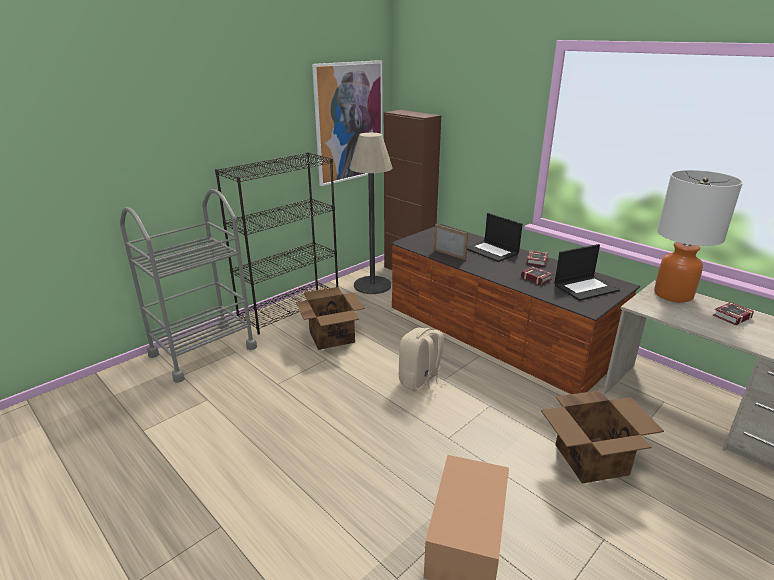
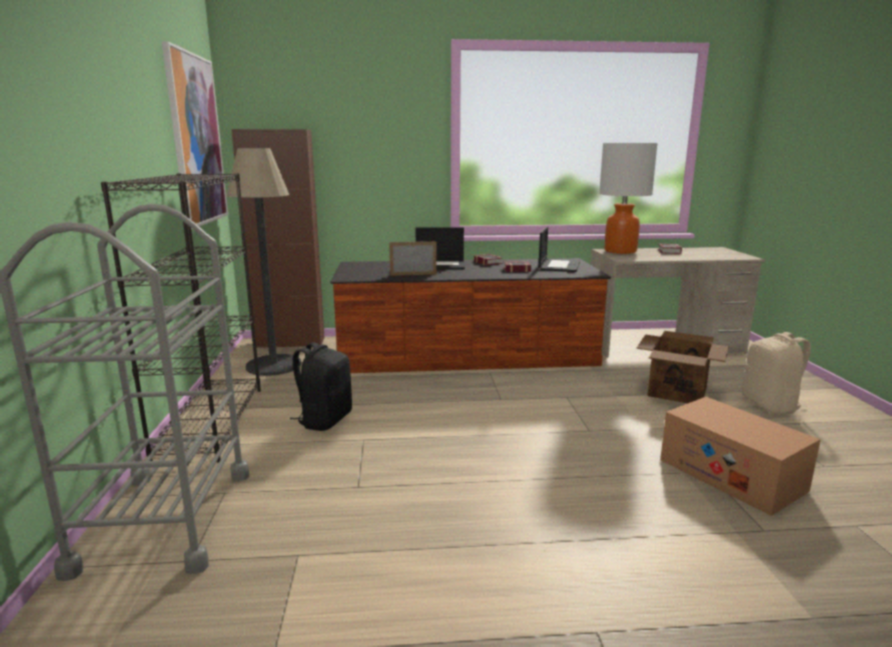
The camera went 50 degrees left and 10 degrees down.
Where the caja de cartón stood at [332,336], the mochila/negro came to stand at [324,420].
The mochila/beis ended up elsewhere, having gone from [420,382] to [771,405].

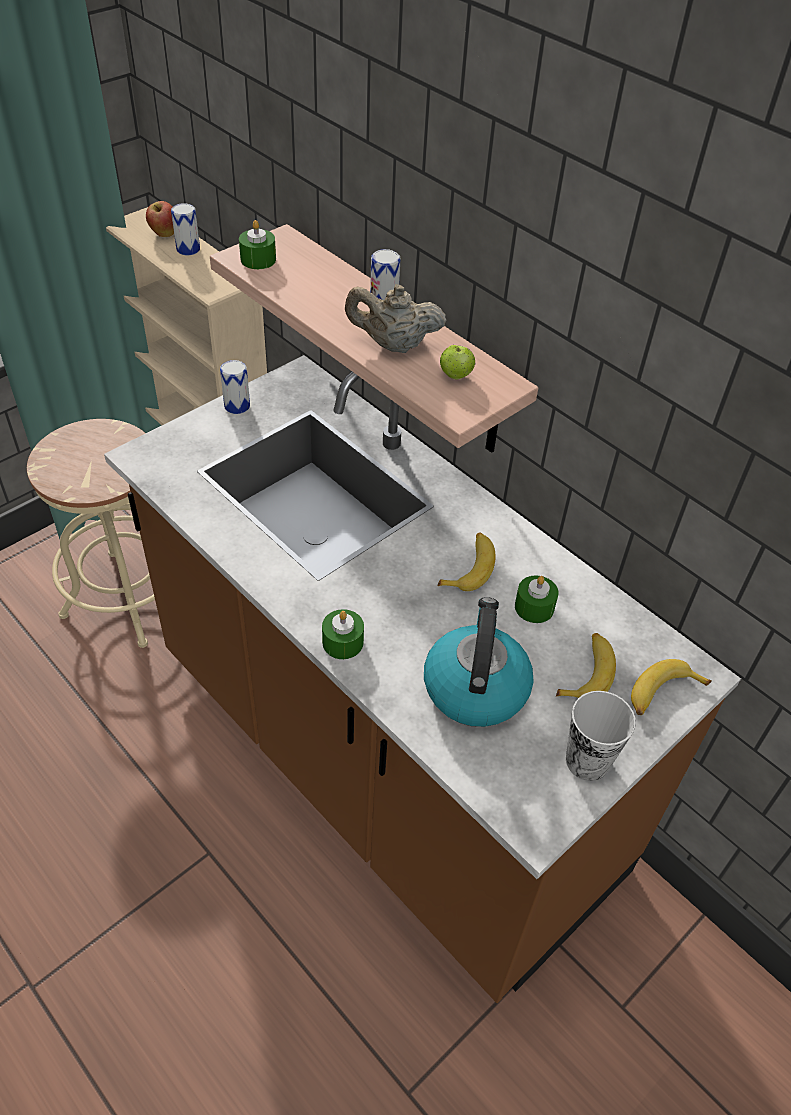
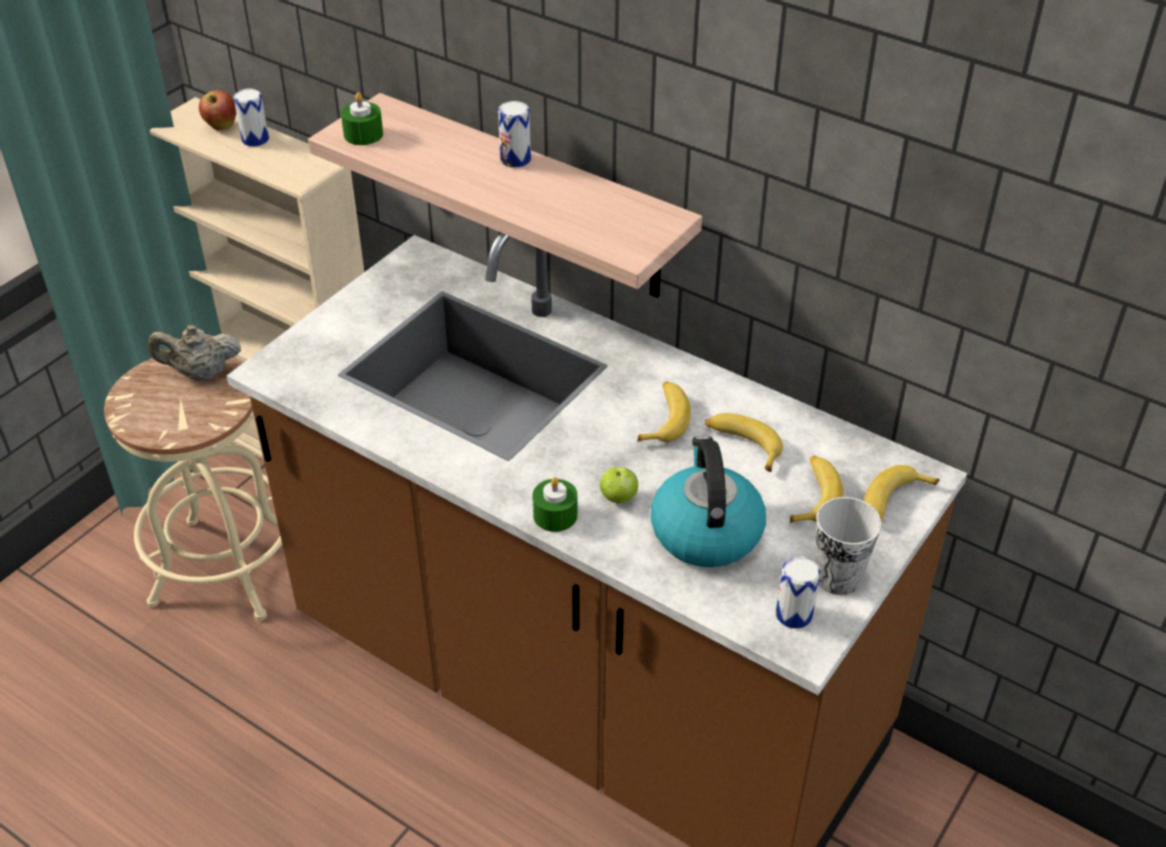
The camera went 10 degrees left and 5 degrees down.
The tetera/beis ended up elsewhere, having gone from [393,345] to [201,373].
The manzana ended up elsewhere, having gone from [456,376] to [618,498].
Where the vela/verde stood at [534,607], the plátano came to stand at [742,445].
The lata ended up elsewhere, having gone from [237,406] to [794,614].

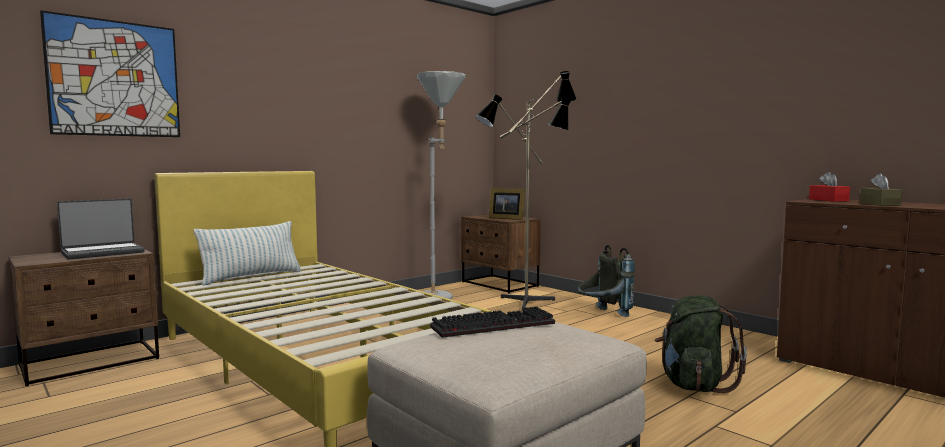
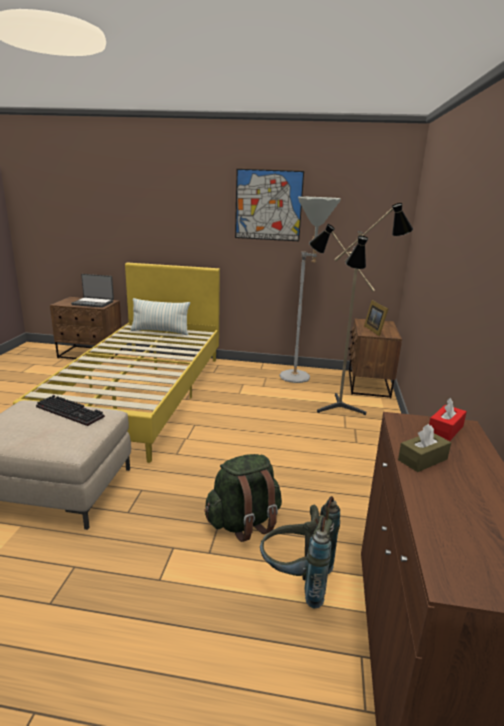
The camera went 50 degrees right and 15 degrees up.
The cuadro ended up elsewhere, having gone from [115,78] to [268,205].
The mochila/gris ended up elsewhere, having gone from [602,315] to [296,580].

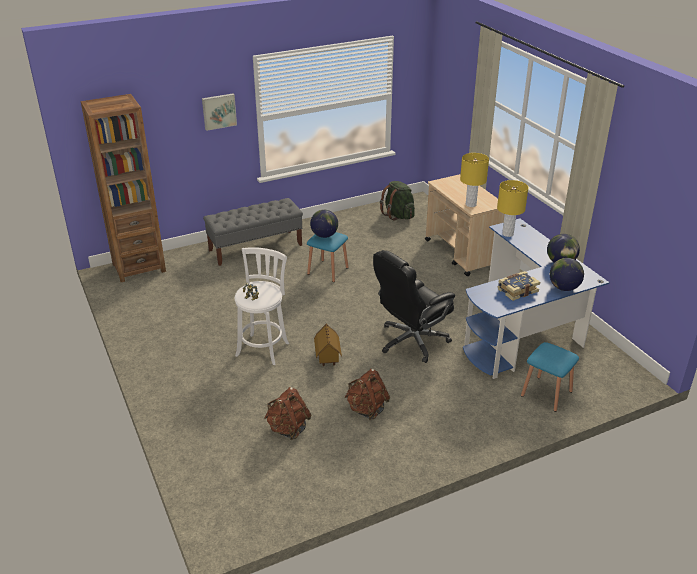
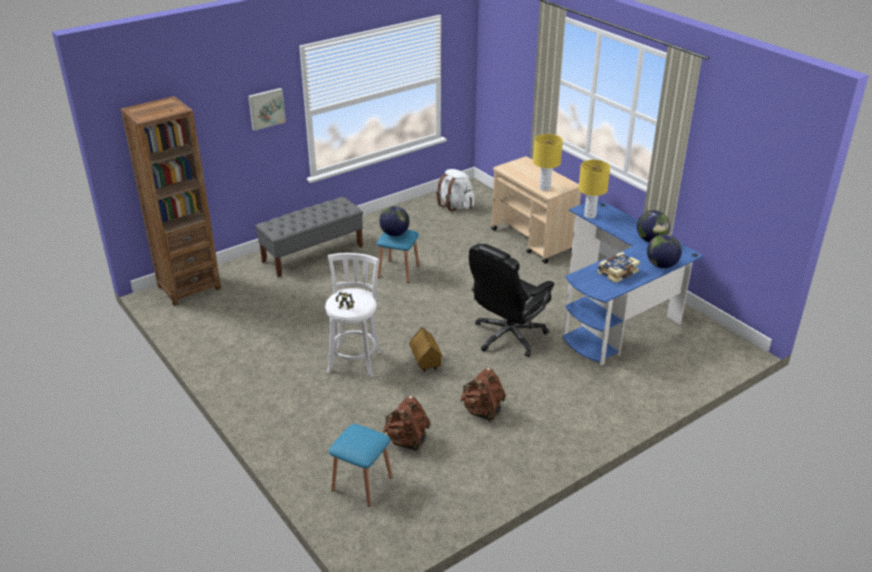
The camera went 10 degrees left and 0 degrees up.
The taburete/azul ended up elsewhere, having gone from [546,393] to [362,483].
What was the mochila/verde at [398,215] turned into the mochila/blanco at [455,206].

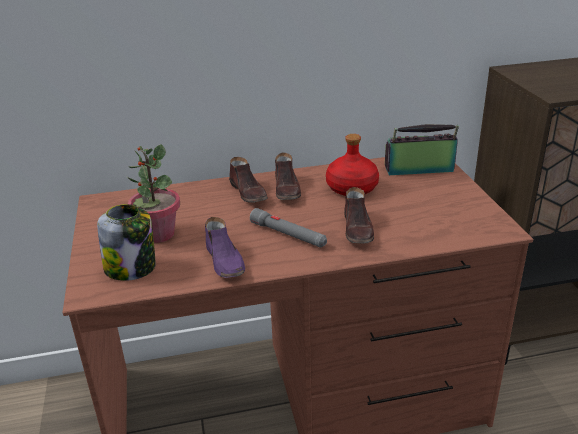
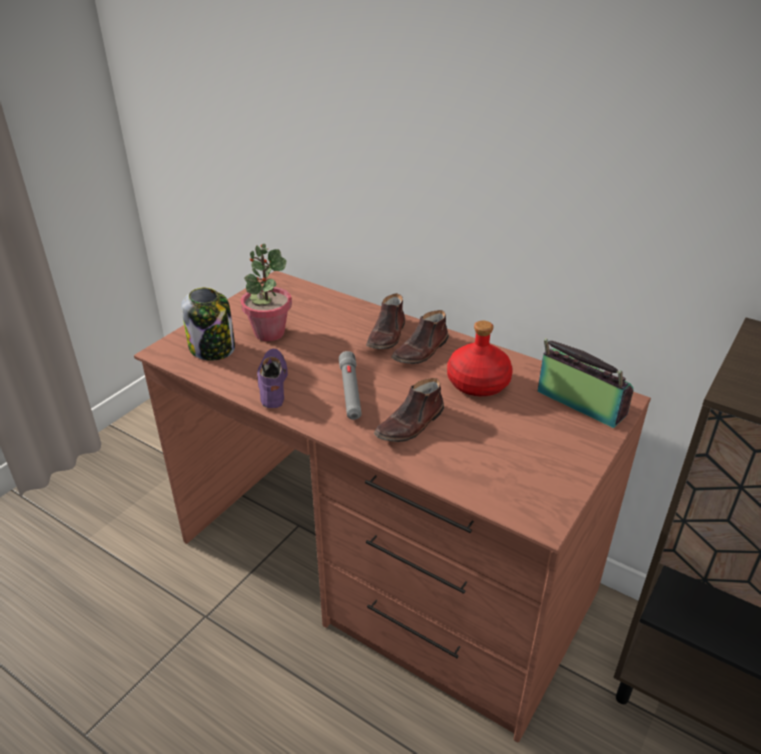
The camera went 45 degrees right and 5 degrees up.
The zapato/morado at [225,261] ended up facing another way, 150 degrees clockwise from before.

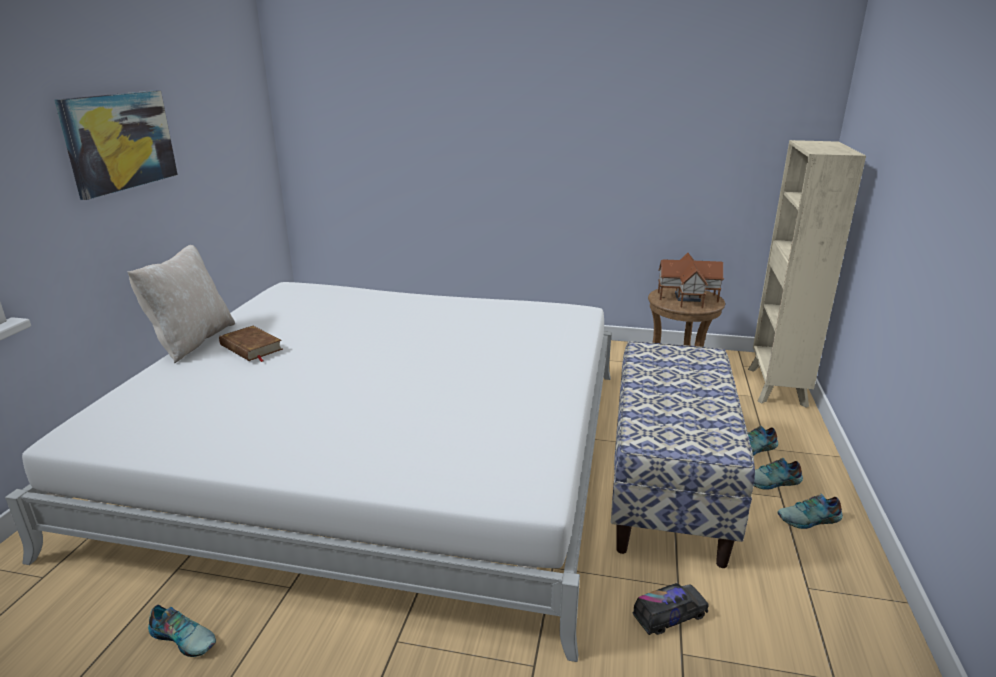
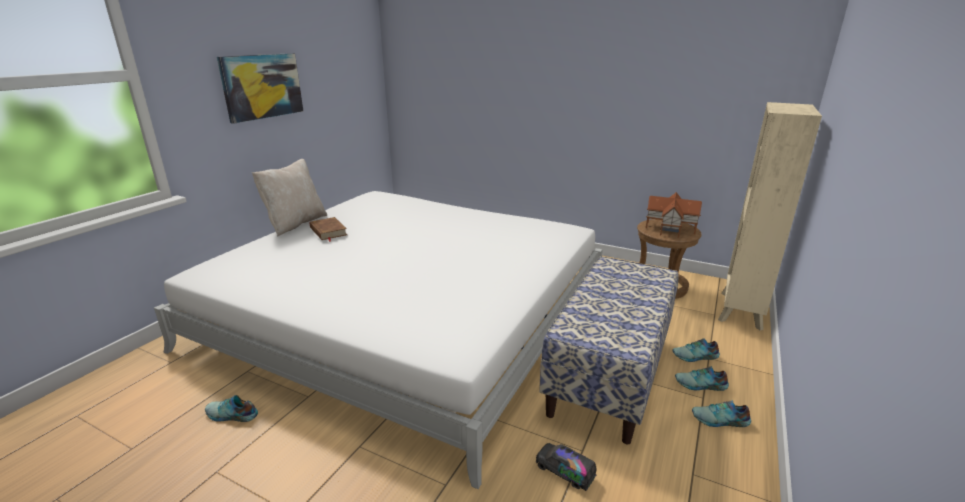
The camera went 15 degrees right and 0 degrees up.
The zapato at [184,637] ended up facing another way, 150 degrees clockwise from before.
The camión de juguete at [669,616] ended up facing another way, 135 degrees counterclockwise from before.

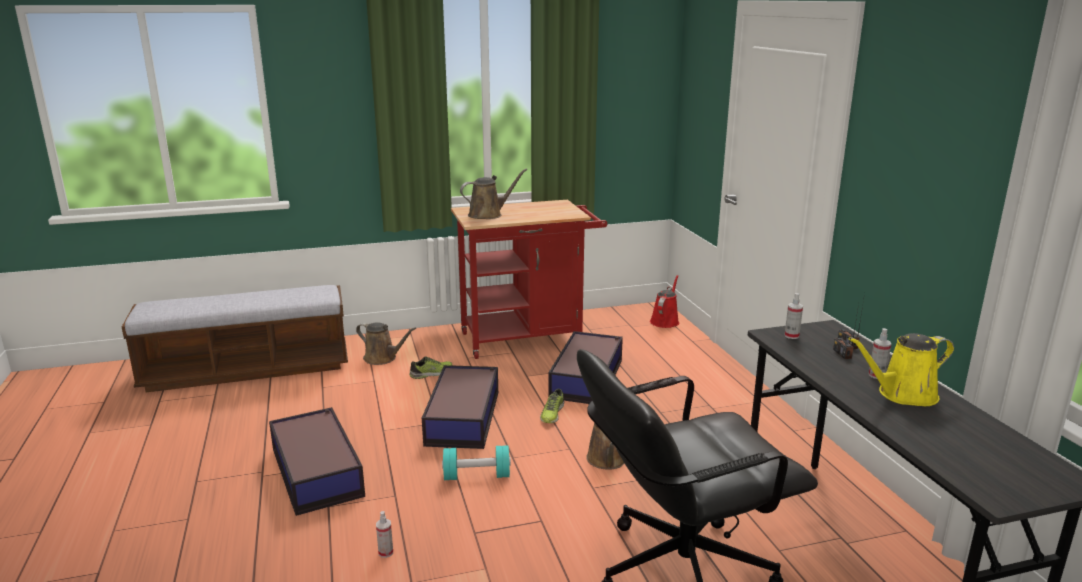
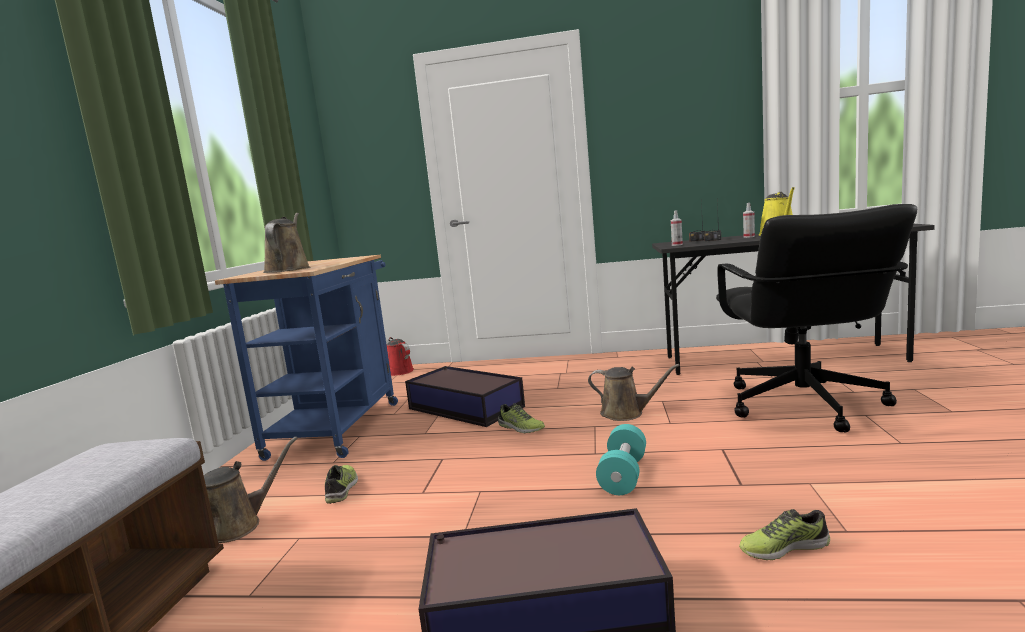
The camera went 65 degrees left and 10 degrees down.
What was the carrito/rojo at [529,338] turned into the carrito/azul at [339,425].
Where the pulverizador stood at [385,552], the zapato came to stand at [783,547].
The second view lost the caja de almacenaje at [464,417].

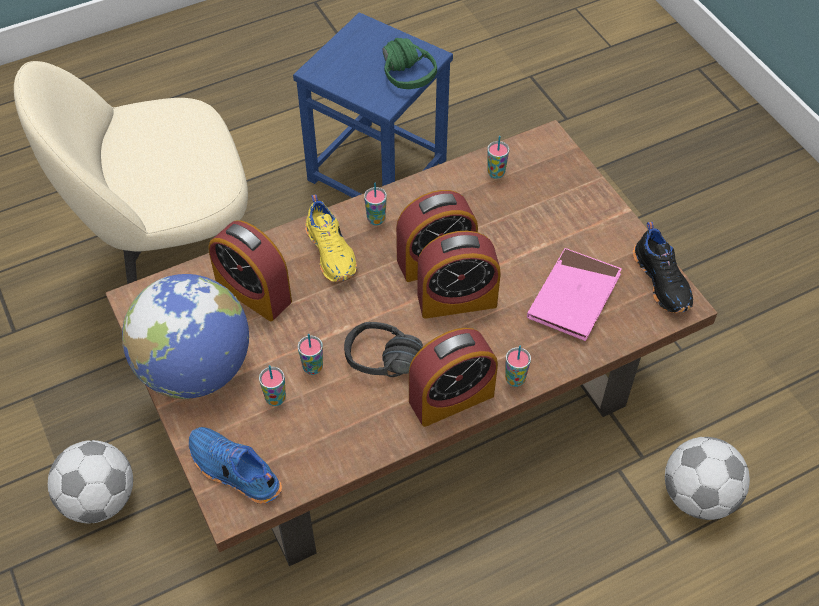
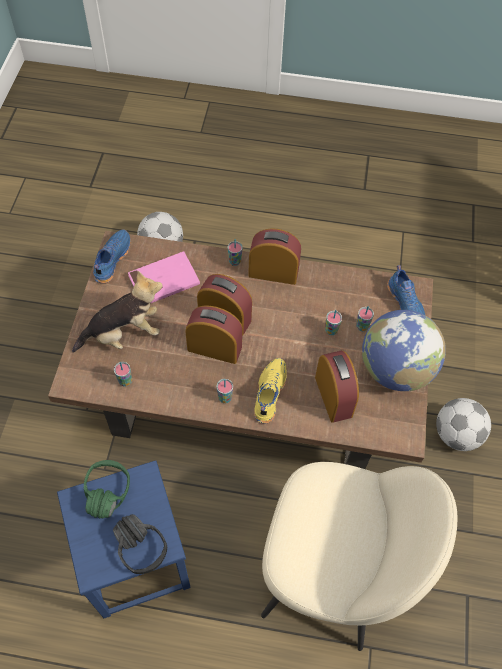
The camera went 145 degrees left and 5 degrees up.
The second view gained the peluche at [124,334].
What was the zapato/negro at [663,281] turned into the zapato/azul at [111,260].
The auriculares/negro ended up elsewhere, having gone from [380,369] to [148,540].

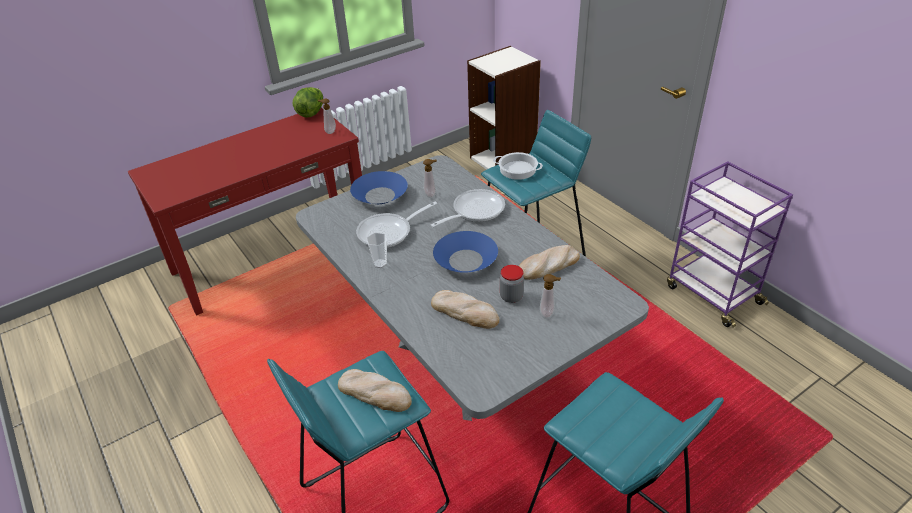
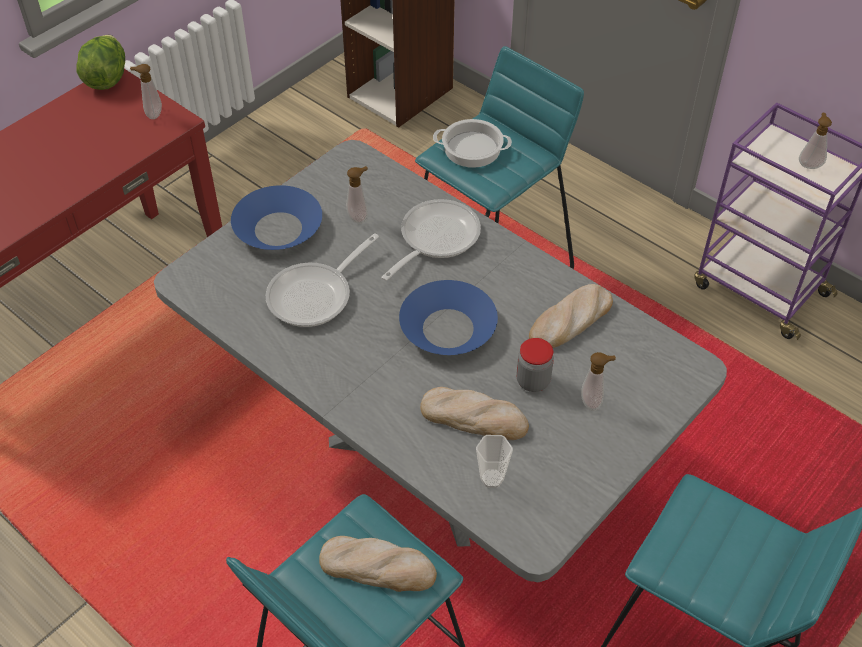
The camera went 15 degrees left and 10 degrees up.
The taza ended up elsewhere, having gone from [380,263] to [492,478].
The second view gained the dispensador de jabón at [809,164].

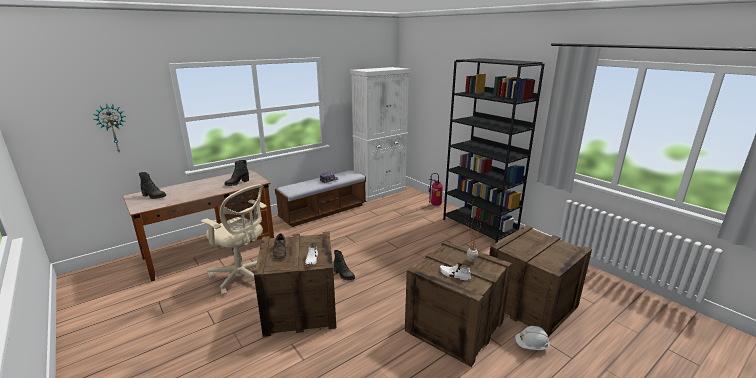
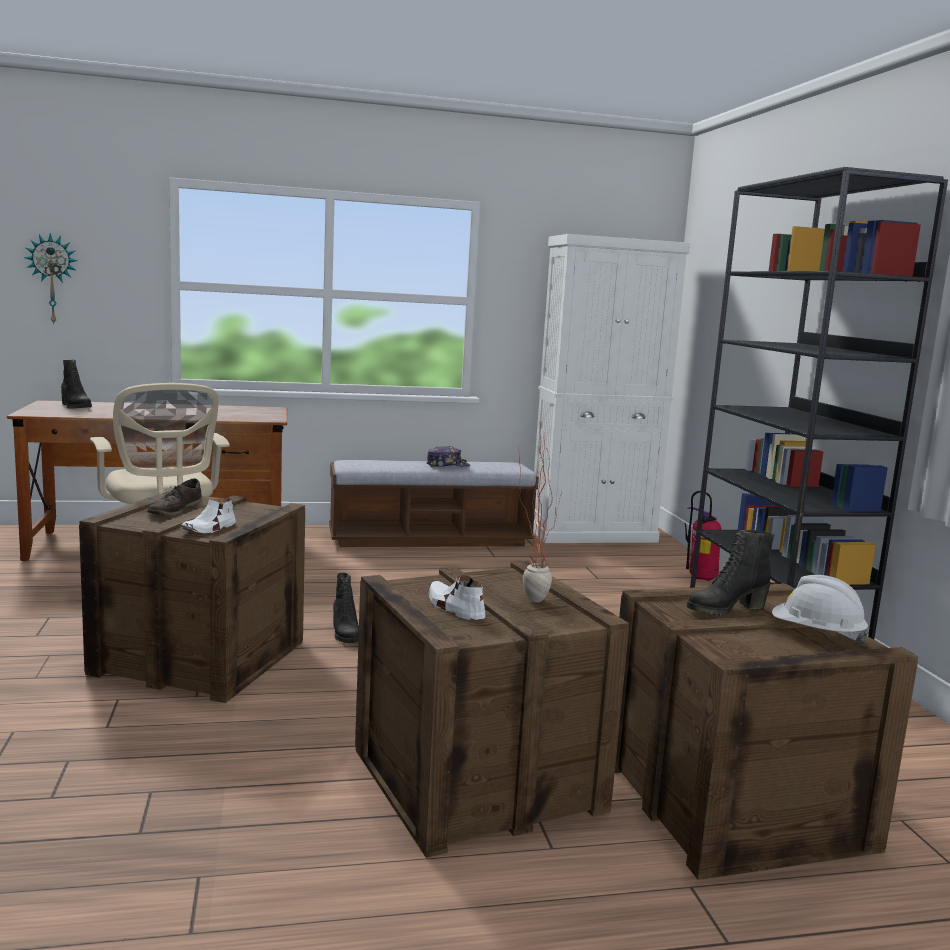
The camera went 25 degrees right and 10 degrees down.
The bota/negro ended up elsewhere, having gone from [237,183] to [725,609].
The casco/blanco ended up elsewhere, having gone from [531,346] to [816,635].

